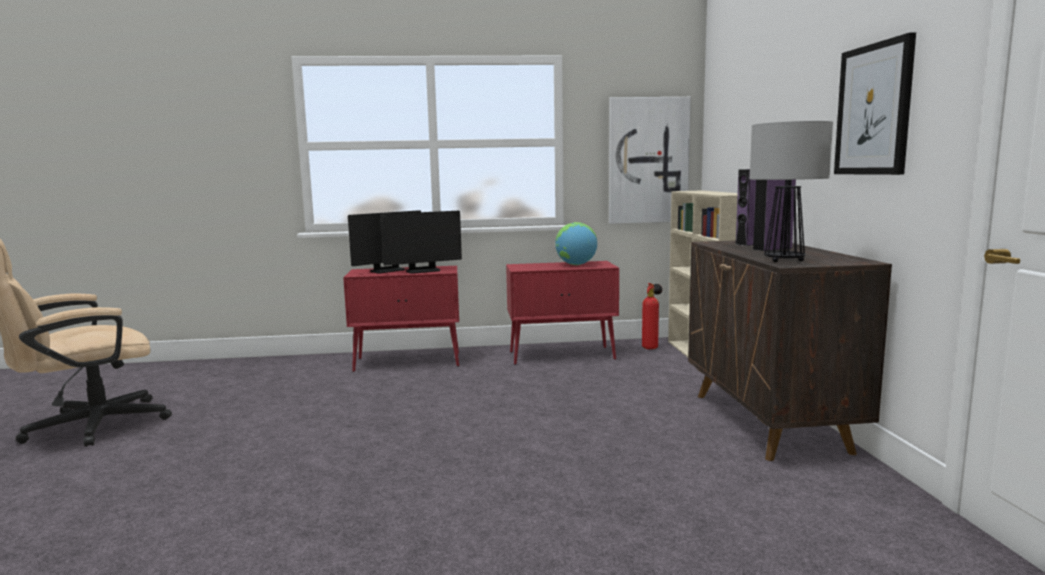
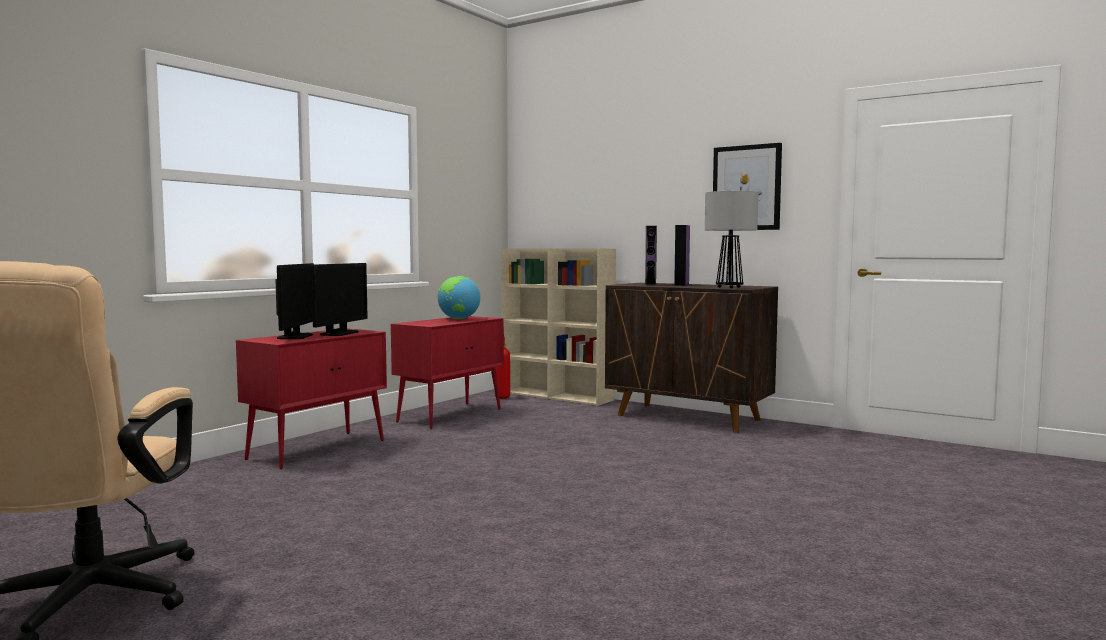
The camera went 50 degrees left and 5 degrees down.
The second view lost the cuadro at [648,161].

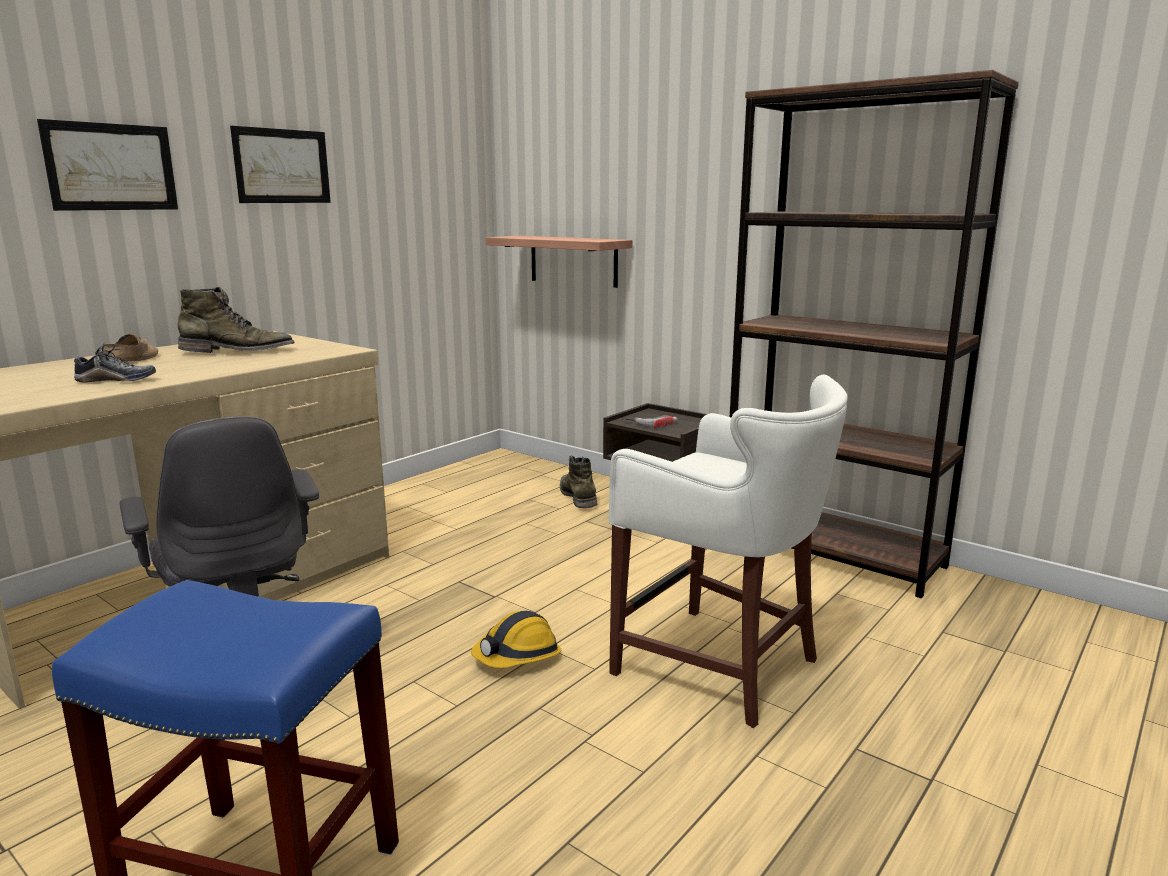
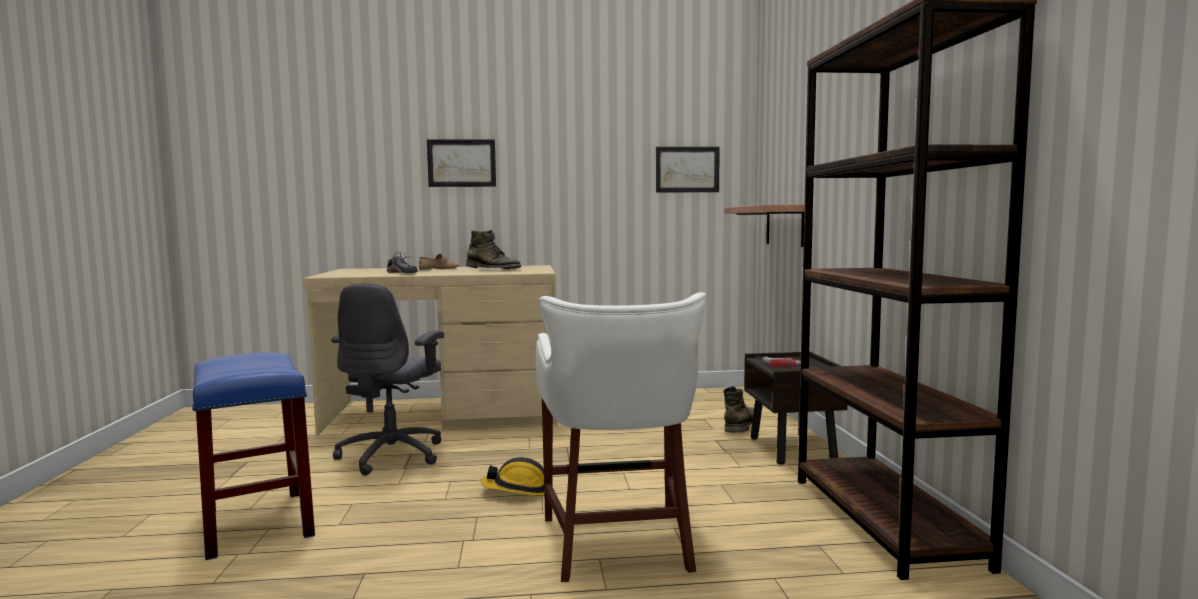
The camera went 45 degrees right and 10 degrees down.
The cuadro ended up elsewhere, having gone from [282,166] to [687,169].

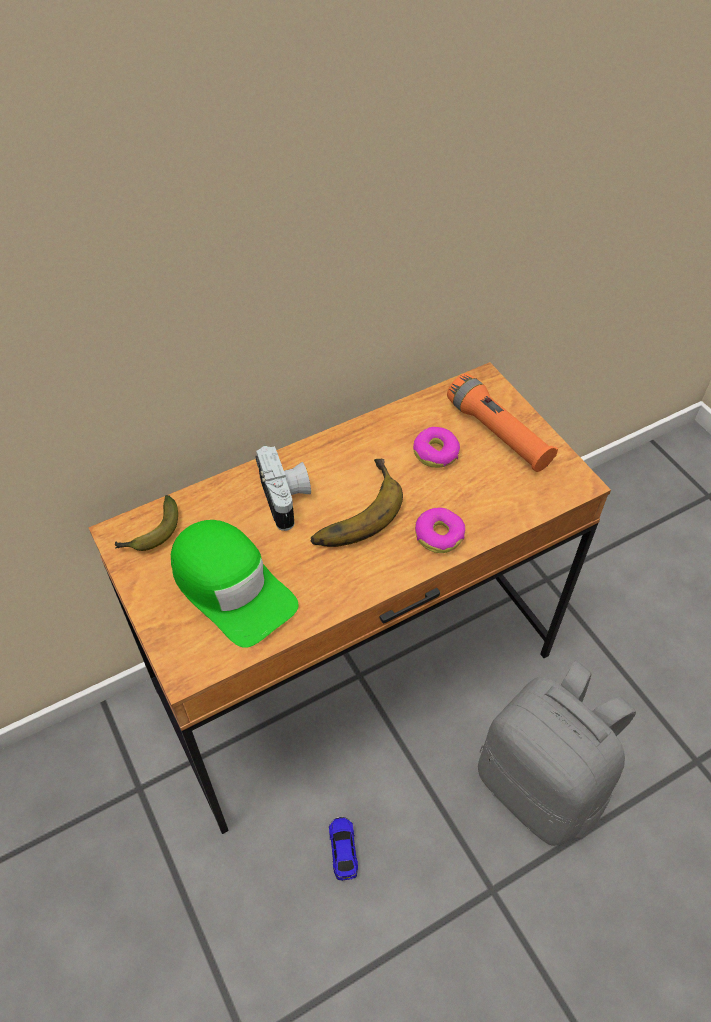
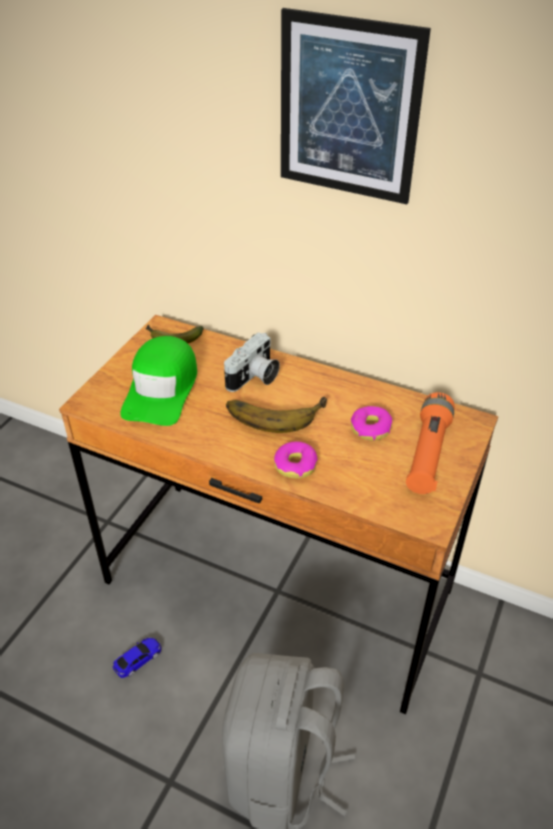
The camera went 55 degrees right and 10 degrees down.
The second view gained the cuadro at [348,109].

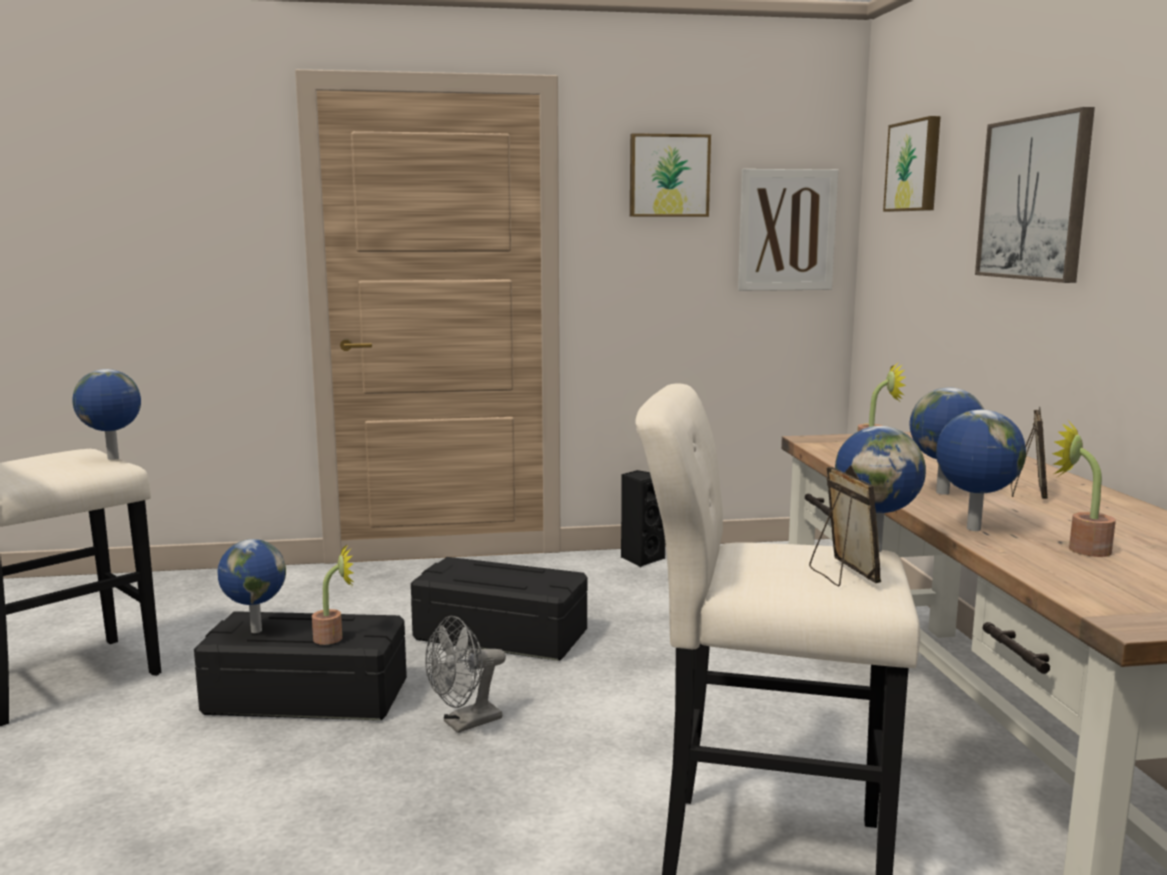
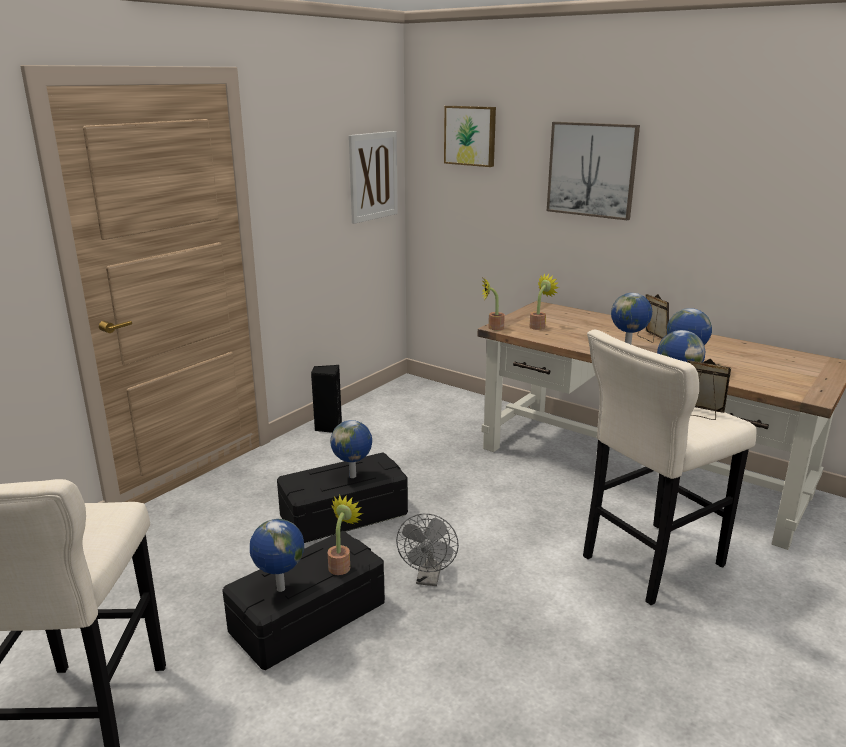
The camera went 45 degrees left and 10 degrees up.
The globo terráqueo ended up elsewhere, having gone from [113,458] to [353,476].
The planta en maceta ended up elsewhere, having gone from [1080,548] to [492,327].
The second view lost the cuadro at [668,176].

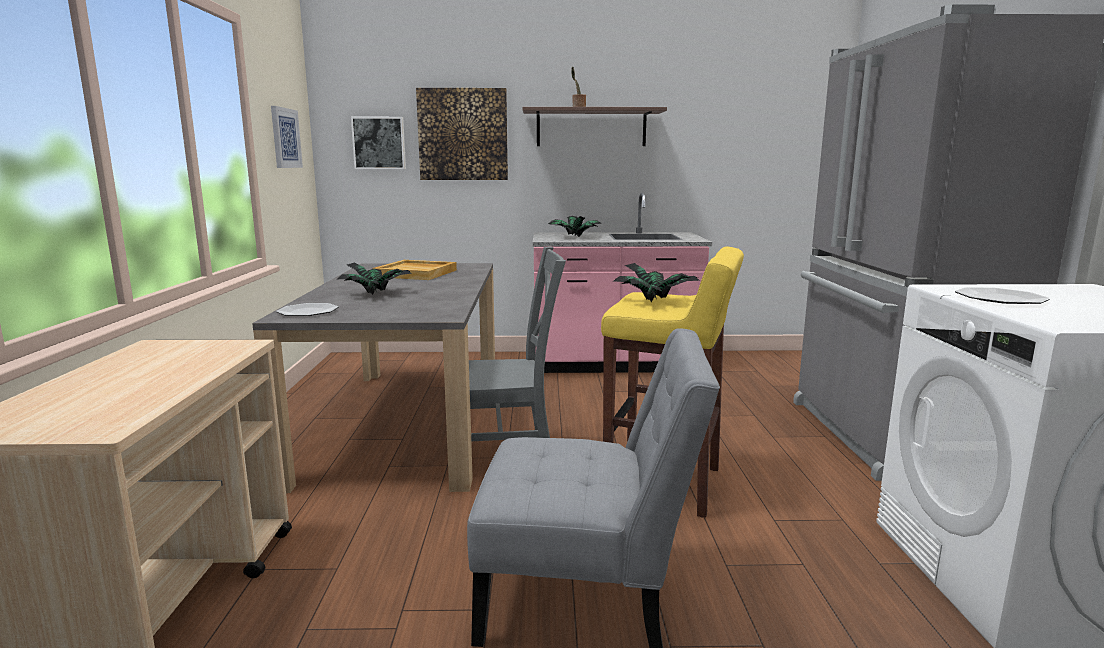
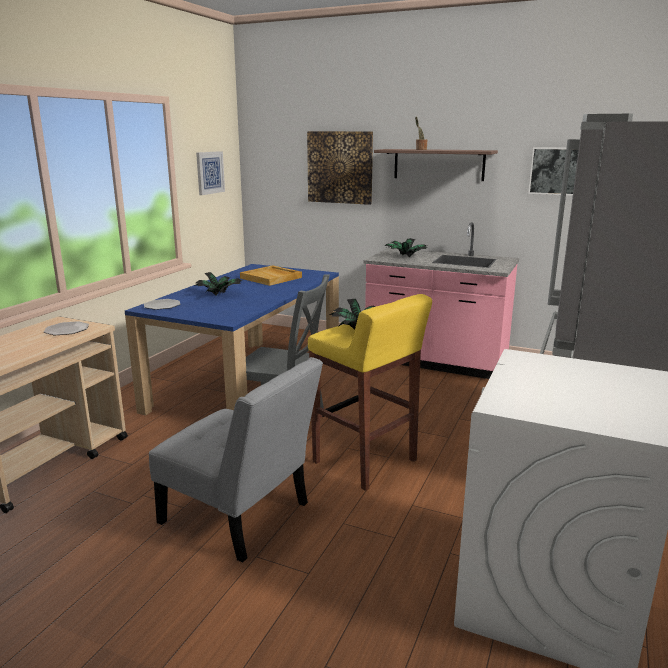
The camera went 25 degrees right and 5 degrees up.
The plato ended up elsewhere, having gone from [1000,298] to [67,330].
What was the mesa de comedor/gris at [409,420] turned into the mesa de comedor/azul at [249,381].
The cuadro ended up elsewhere, having gone from [379,143] to [554,171].

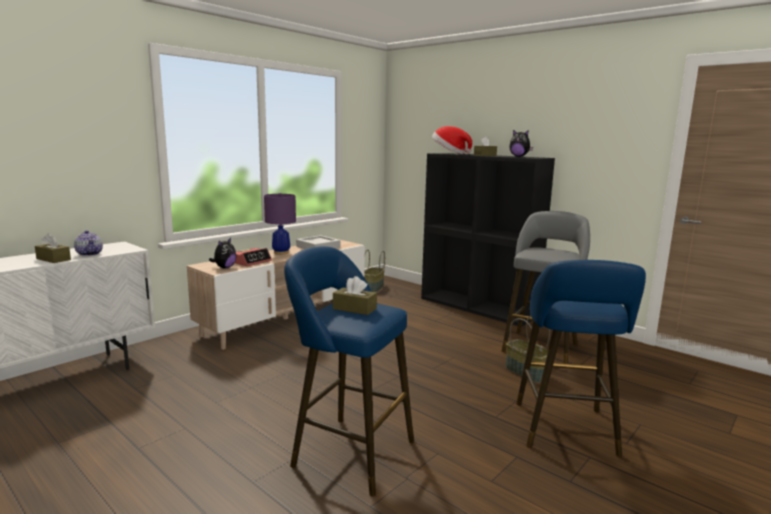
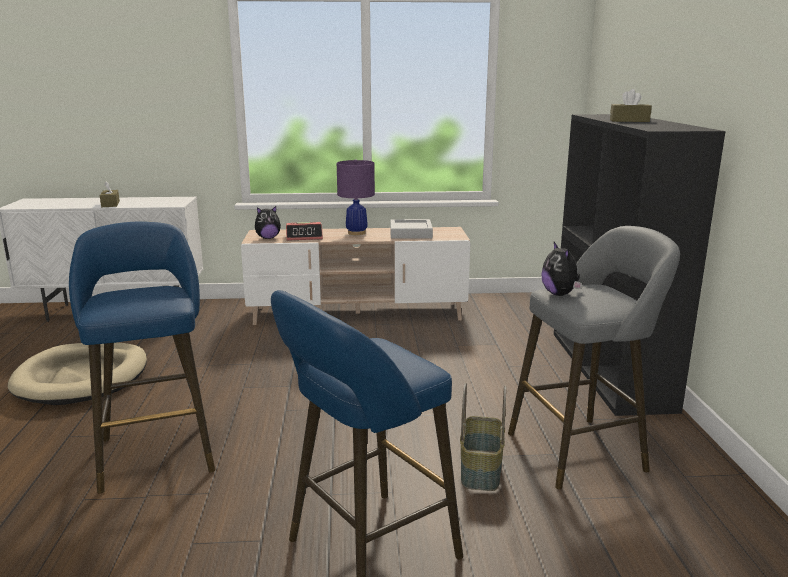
The camera went 45 degrees right and 5 degrees up.
The second view gained the cama para perro/beis at [82,378].
The peluche ended up elsewhere, having gone from [519,156] to [560,294].
The second view lost the tetera at [90,254].
The second view lost the caja de pañuelos/marrón at [354,309].
The second view lost the cesta at [374,287].
The second view lost the sombrero at [449,153].

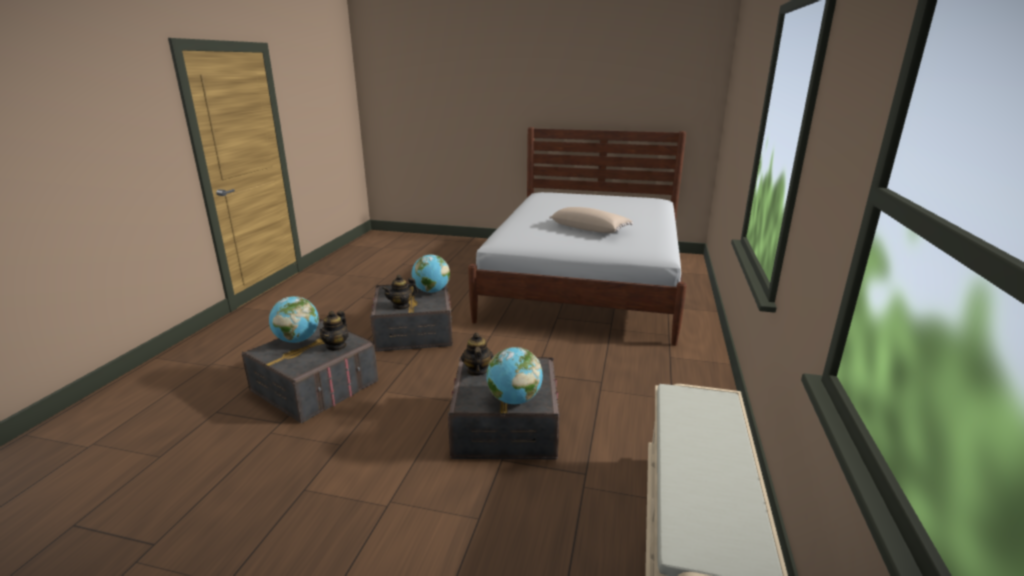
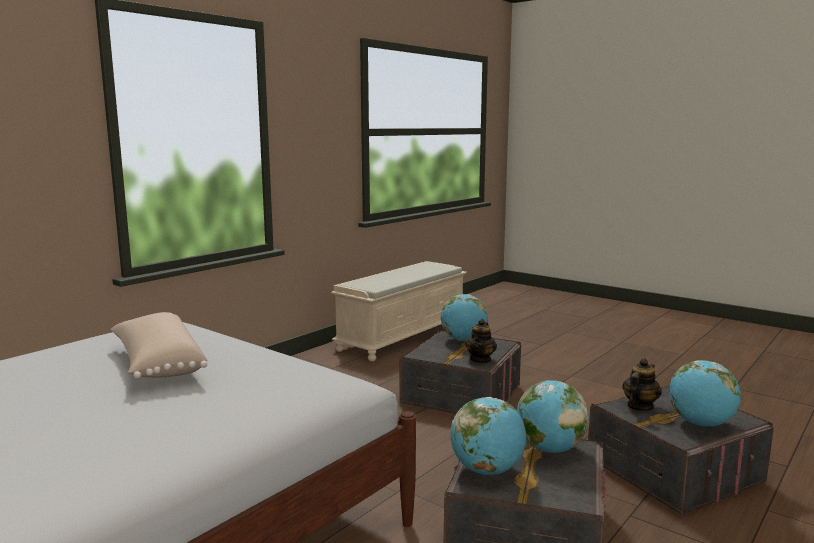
The camera went 155 degrees left and 10 degrees down.
Where the tetera stood at [401,306], the globo terráqueo came to stand at [549,449].

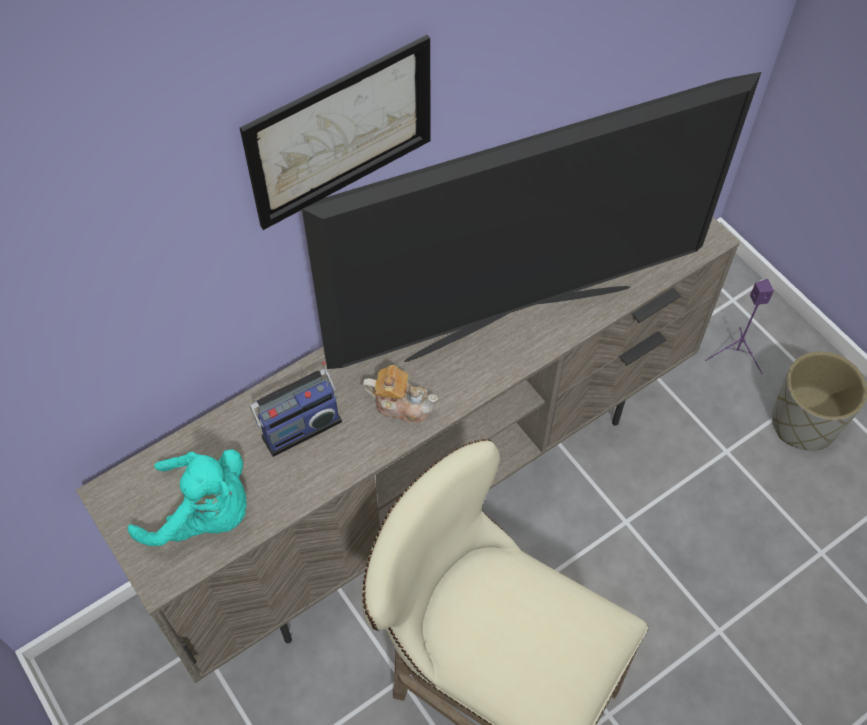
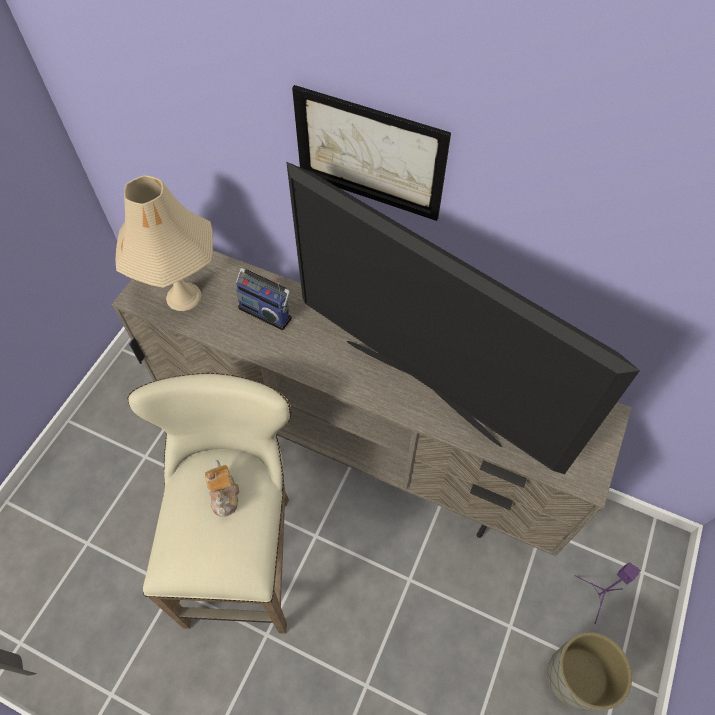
The camera went 60 degrees right and 0 degrees up.
Where the peluche/turquesa stood at [204,514], the lámpara de mesa/beis came to stand at [183,296].
The tetera ended up elsewhere, having gone from [401,404] to [224,495].

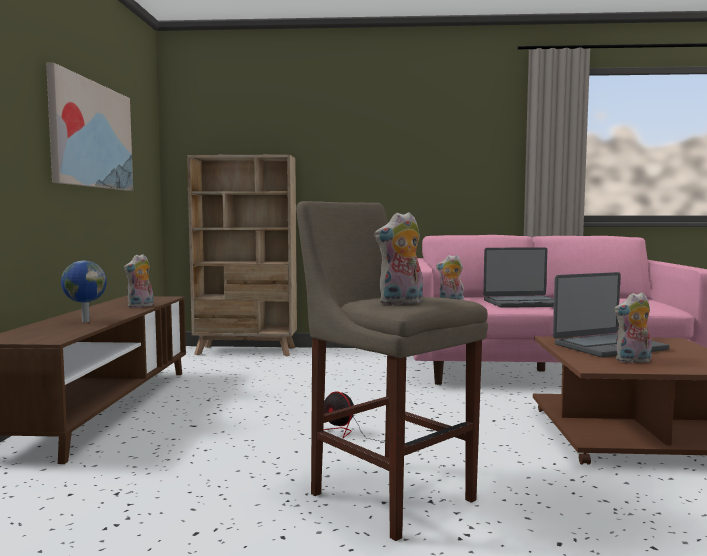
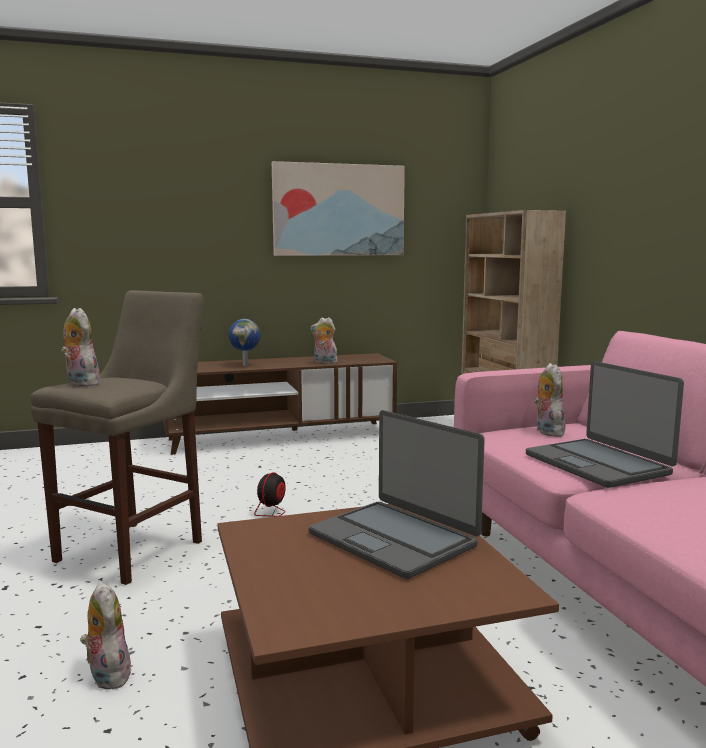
The camera went 70 degrees right and 5 degrees up.
The peluche ended up elsewhere, having gone from [633,361] to [106,675].

